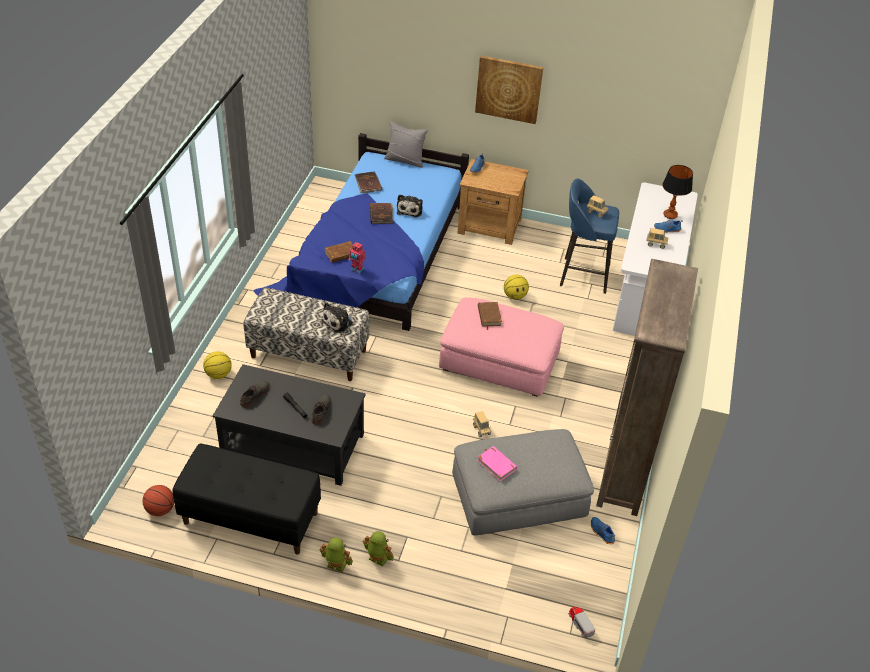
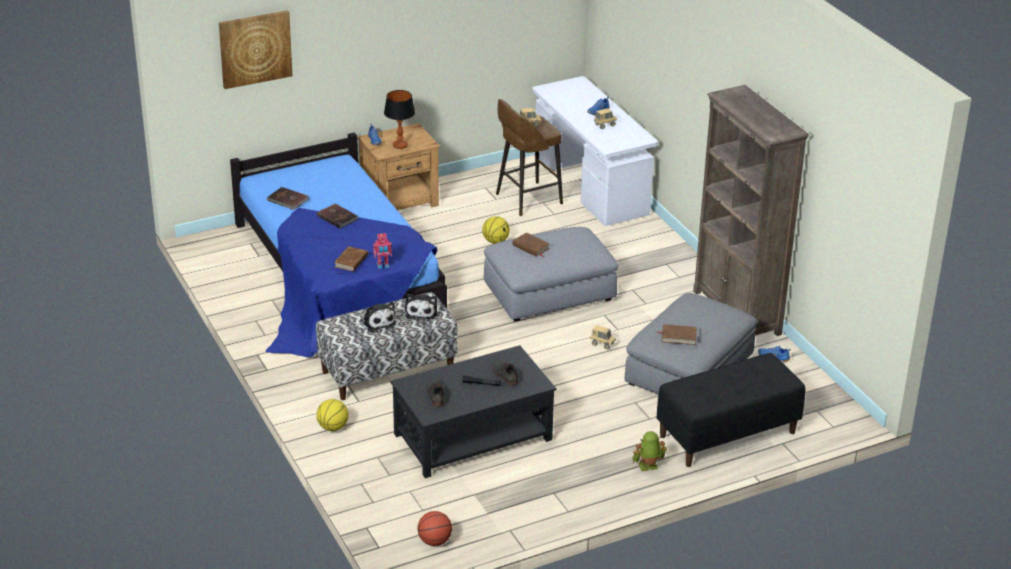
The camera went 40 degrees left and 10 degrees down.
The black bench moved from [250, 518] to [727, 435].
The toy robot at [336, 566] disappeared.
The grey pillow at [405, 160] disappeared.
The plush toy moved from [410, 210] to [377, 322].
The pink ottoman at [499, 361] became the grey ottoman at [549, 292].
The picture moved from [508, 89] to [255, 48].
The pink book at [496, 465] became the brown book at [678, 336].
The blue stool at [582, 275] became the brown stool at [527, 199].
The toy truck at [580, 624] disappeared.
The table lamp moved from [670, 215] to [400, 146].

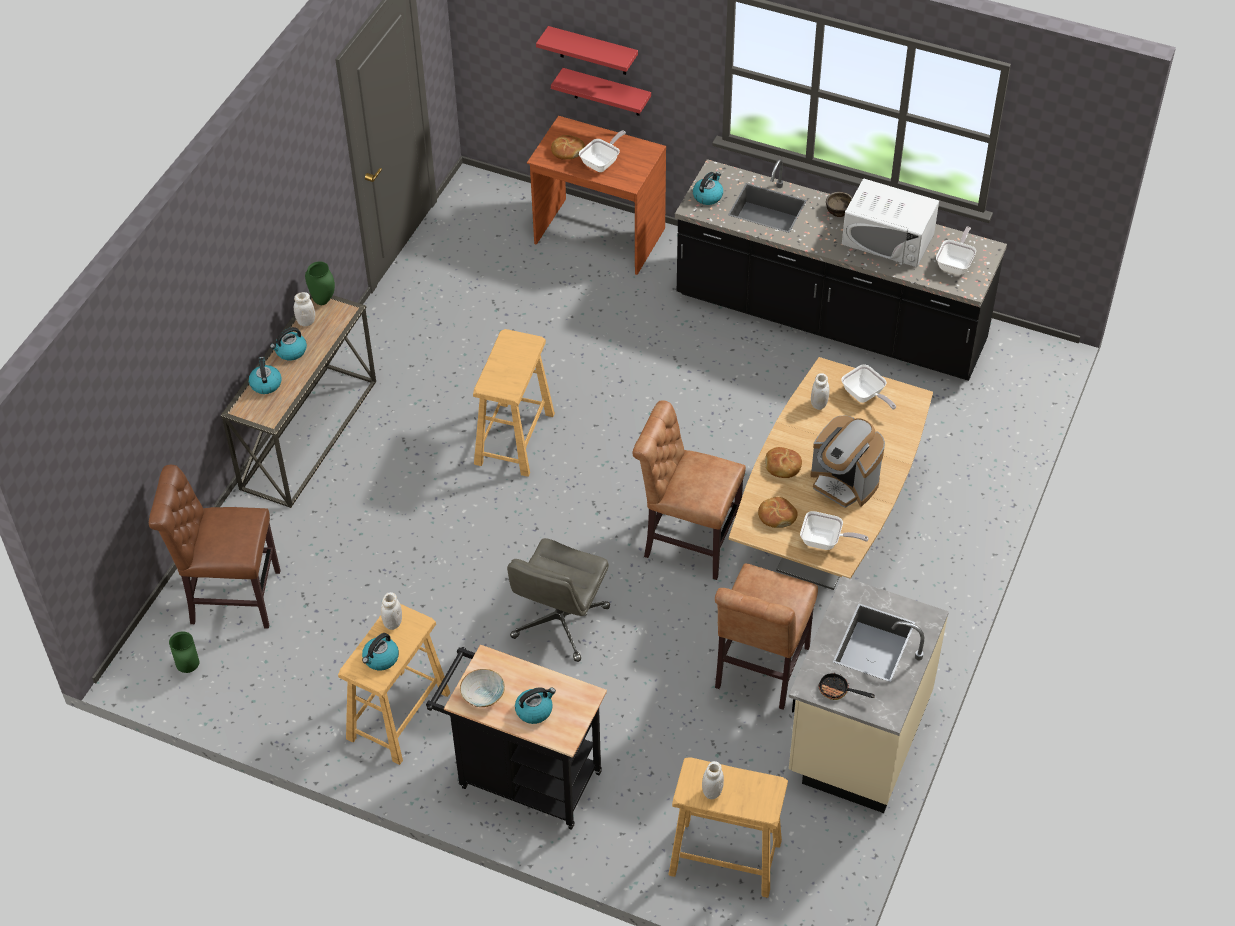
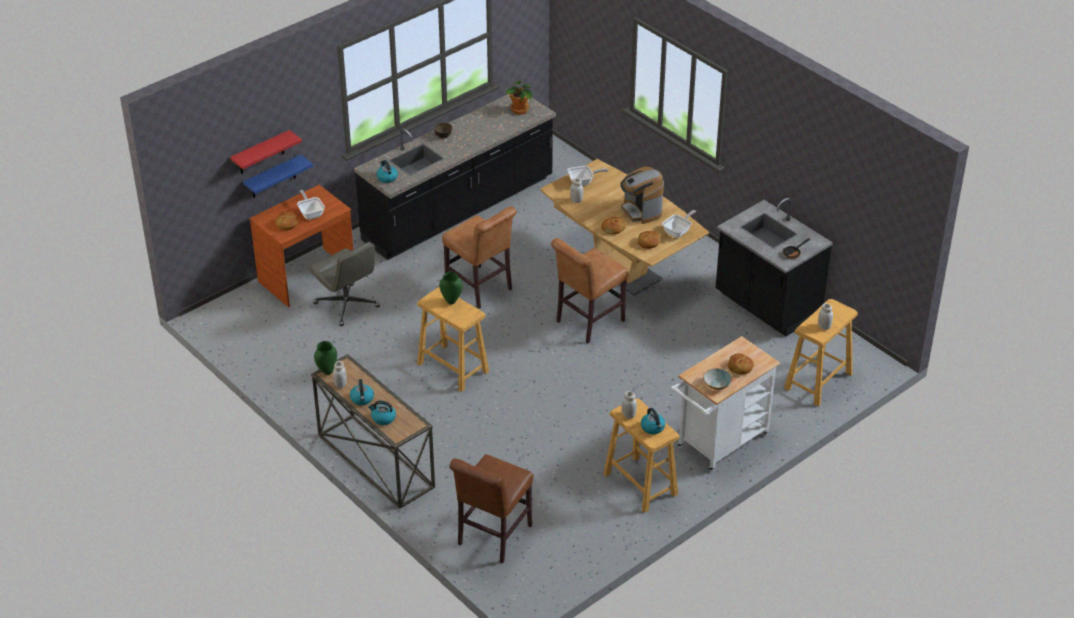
The camera went 65 degrees left and 10 degrees down.
The green vase moved from [189, 668] to [451, 301].
The black cart at [522, 778] became the white cart at [718, 444].
The grey office chair moved from [560, 623] to [347, 305].
The kettle at [534, 710] was replaced by the bread at [740, 367].
The red shelf at [607, 92] became the blue shelf at [273, 177].
The brown chair moved from [759, 672] to [481, 289].
The beige counter at [857, 736] became the black counter at [766, 306].
The coffee machine at [844, 483] turned 90 degrees clockwise.
The white microwave at [888, 239] disappeared.
The frying pan at [956, 264] was replaced by the potted plant at [519, 110].

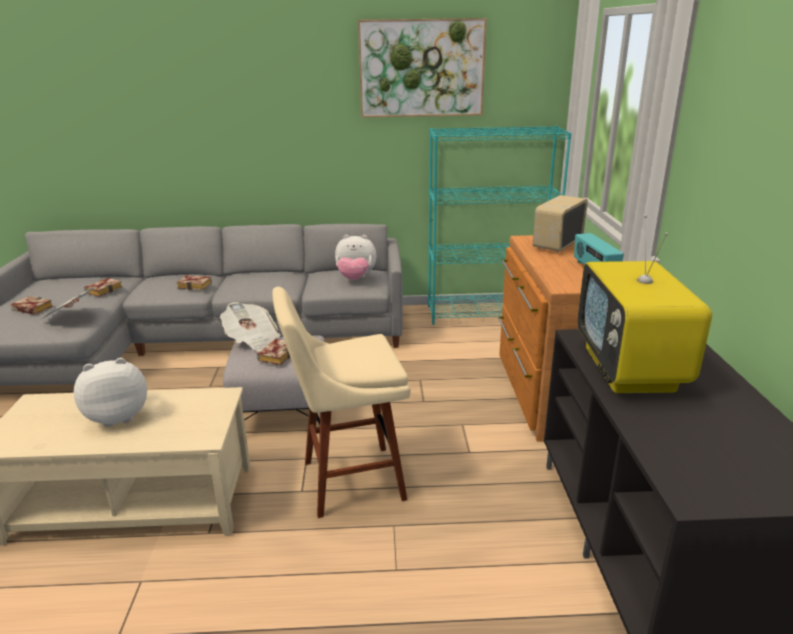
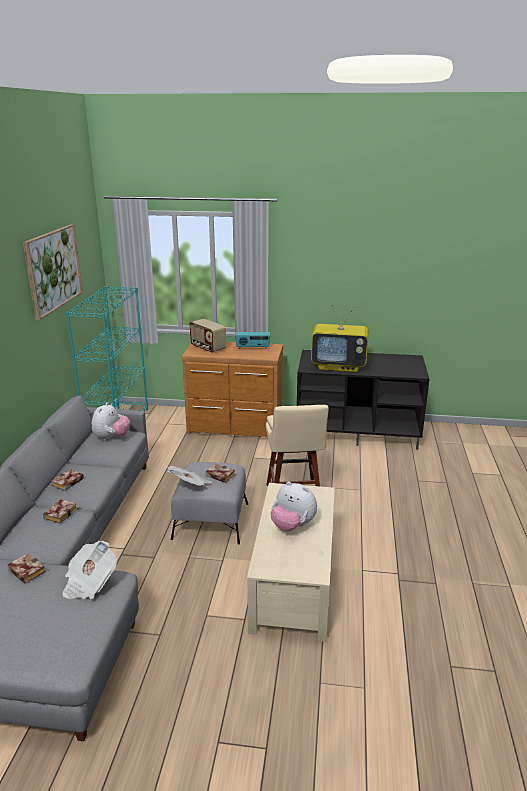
The camera went 80 degrees left and 0 degrees up.
The book moved from [30, 309] to [67, 483].
The plush toy at [118, 416] turned 45 degrees counterclockwise.

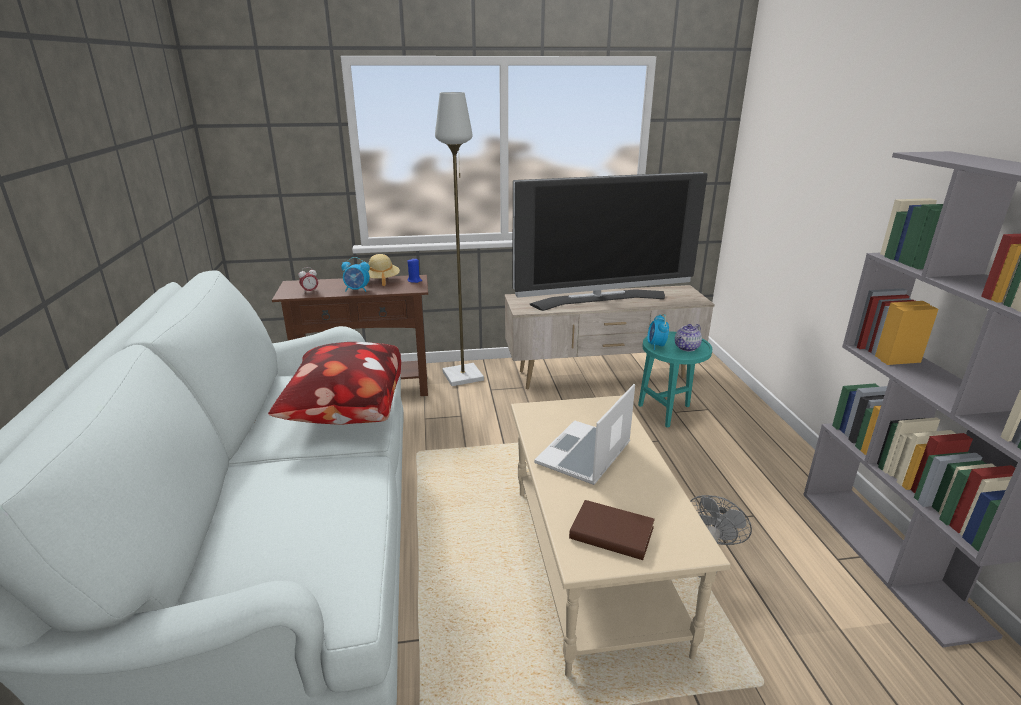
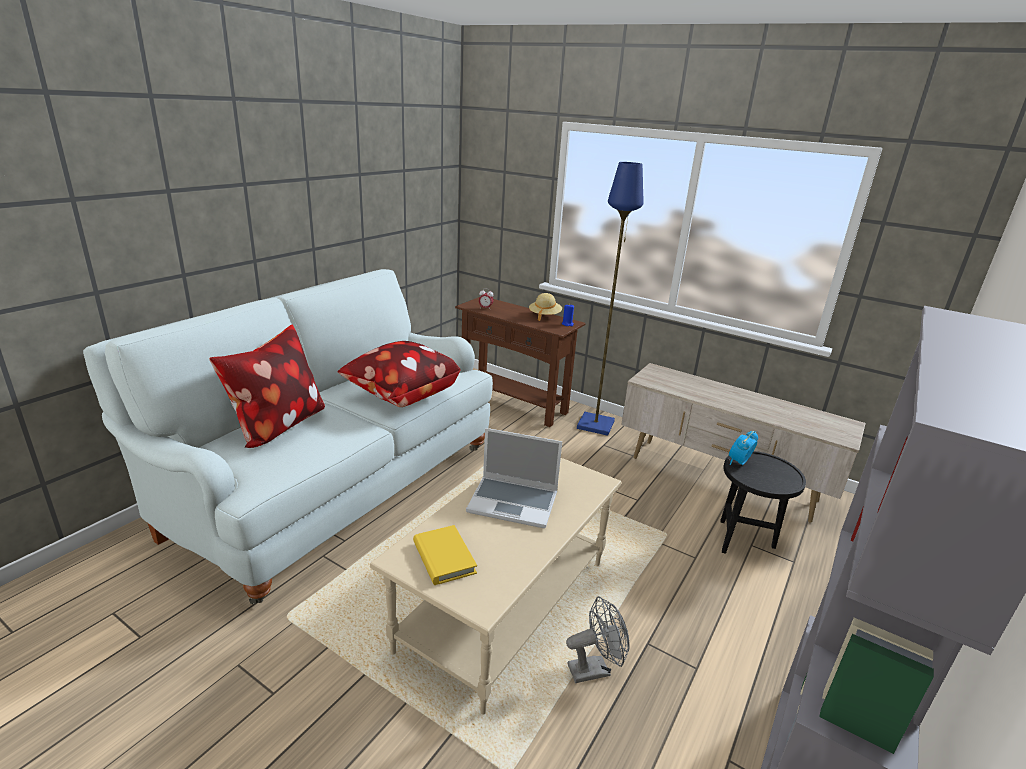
The camera went 40 degrees right and 0 degrees up.
The alarm clock at [357, 290] disappeared.
The grey floor lamp at [463, 375] became the blue floor lamp at [596, 425].
The television at [600, 300] disappeared.
The laptop at [584, 455] turned 150 degrees counterclockwise.
The brown book at [611, 533] became the yellow book at [444, 557].
The turquoise side table at [668, 411] became the black side table at [744, 541].
The teapot at [687, 348] disappeared.
The pillow at [277, 426] appeared.

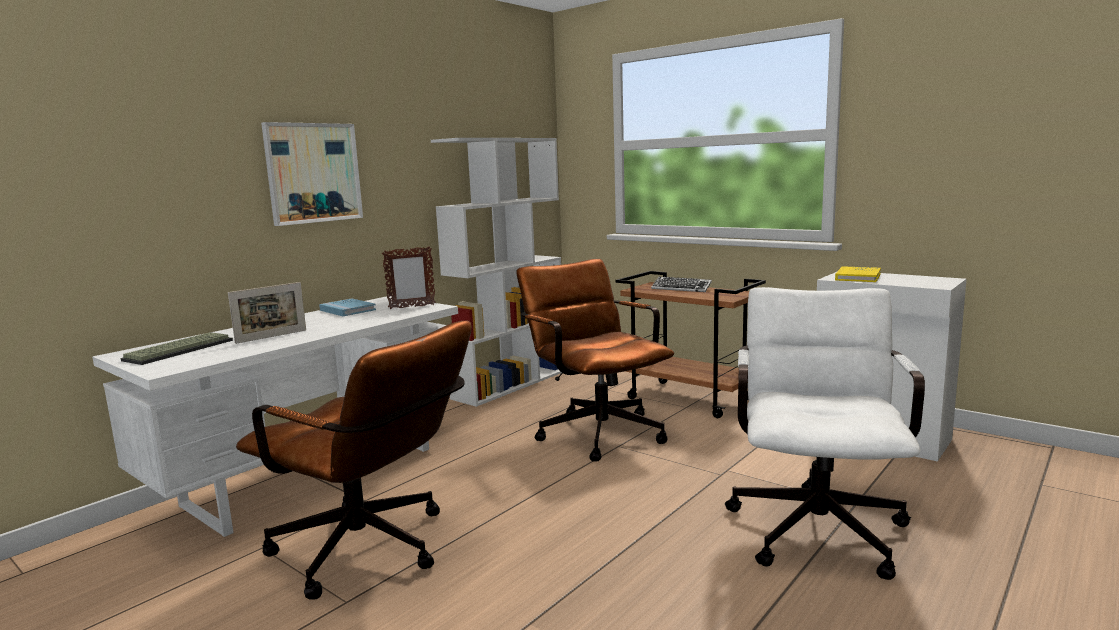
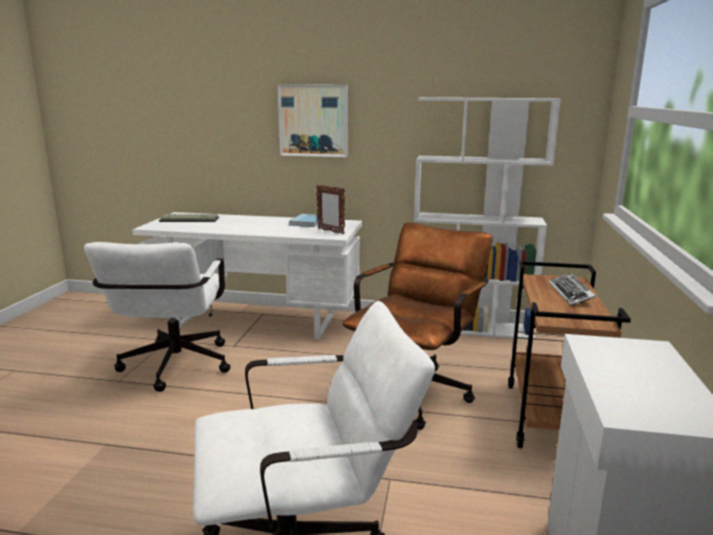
The camera went 60 degrees right and 5 degrees up.
The picture frame at [271, 336] disappeared.
The brown office chair at [372, 552] became the white office chair at [173, 369].
The yellow book at [858, 277] disappeared.

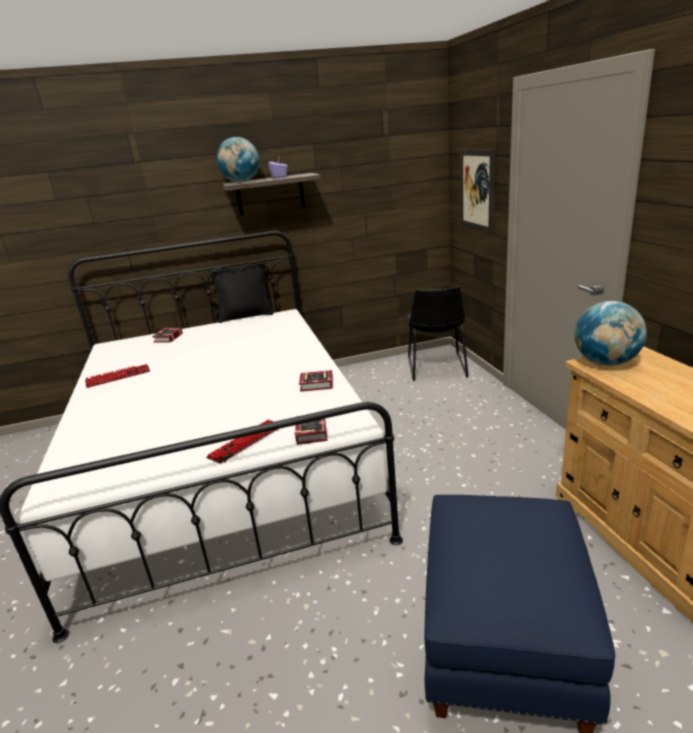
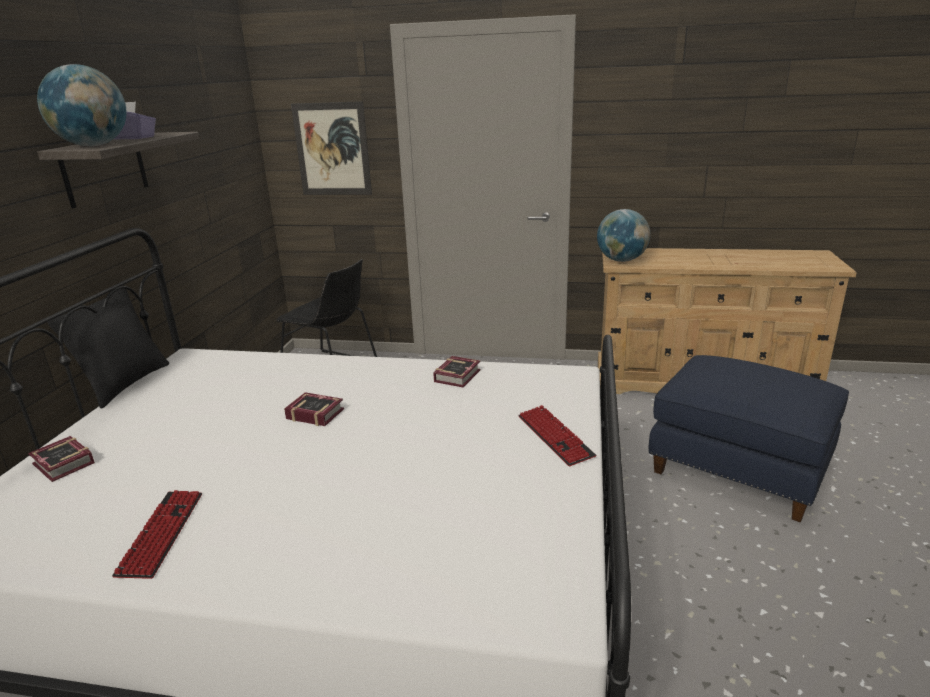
The camera went 65 degrees left and 0 degrees up.
The book moved from [312, 431] to [314, 413].

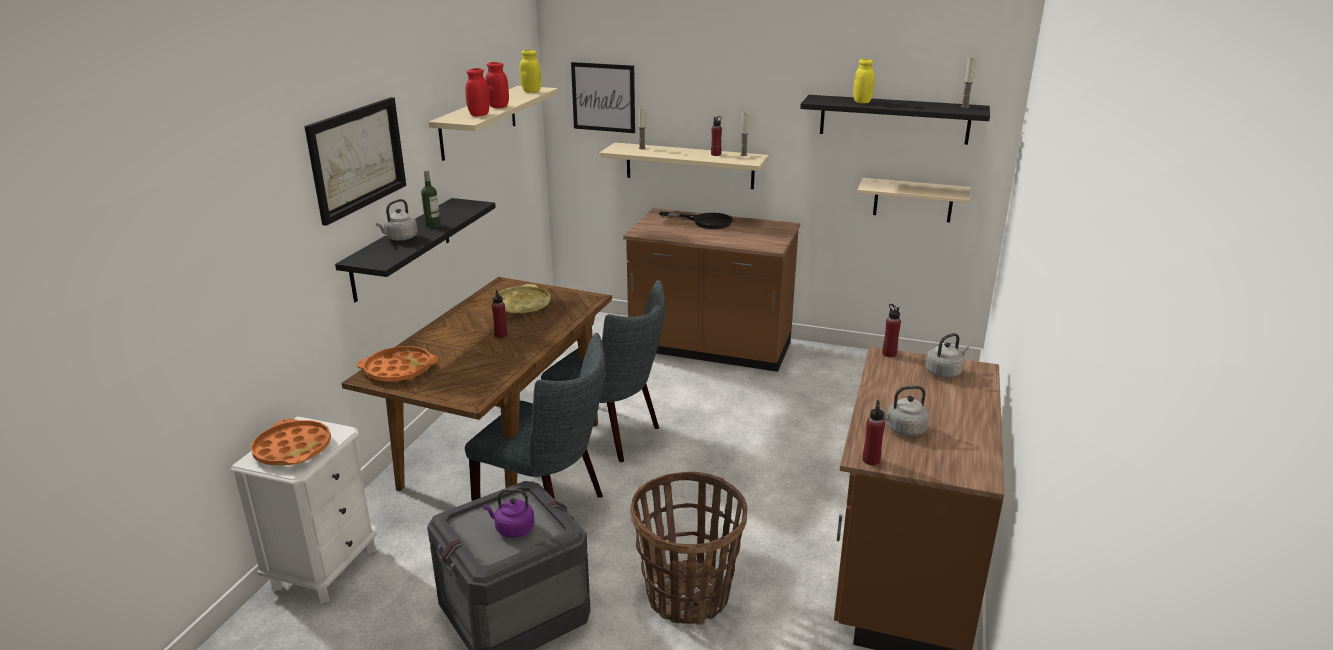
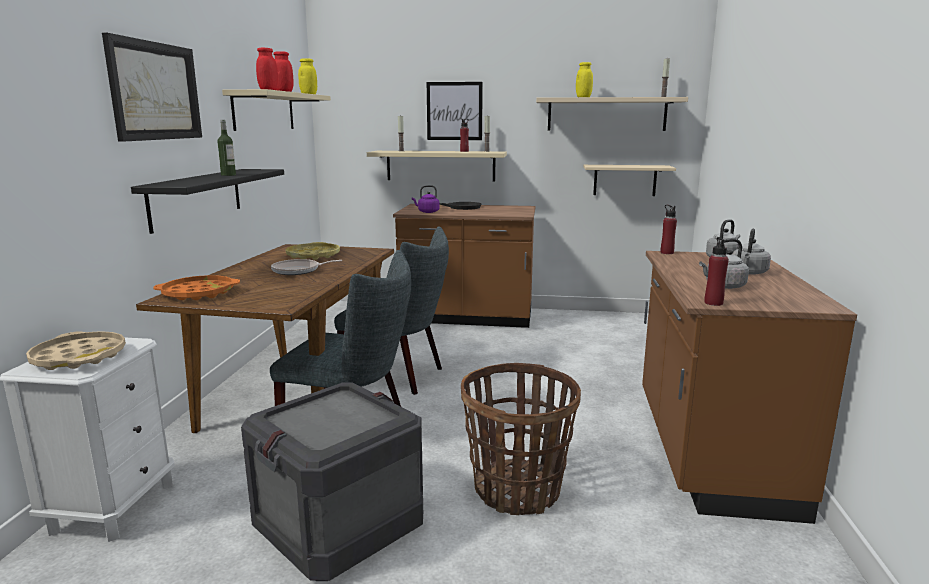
The camera went 10 degrees left and 10 degrees down.
The orange tray at [293, 449] became the beige tray at [79, 357].
The grey kettle moved from [400, 238] to [748, 273].
The purple kettle moved from [512, 529] to [427, 212].
The red bottle at [501, 335] was replaced by the frying pan at [298, 271].
The picture moved from [603, 97] to [454, 111].
The black shelf at [894, 119] became the beige shelf at [606, 114].

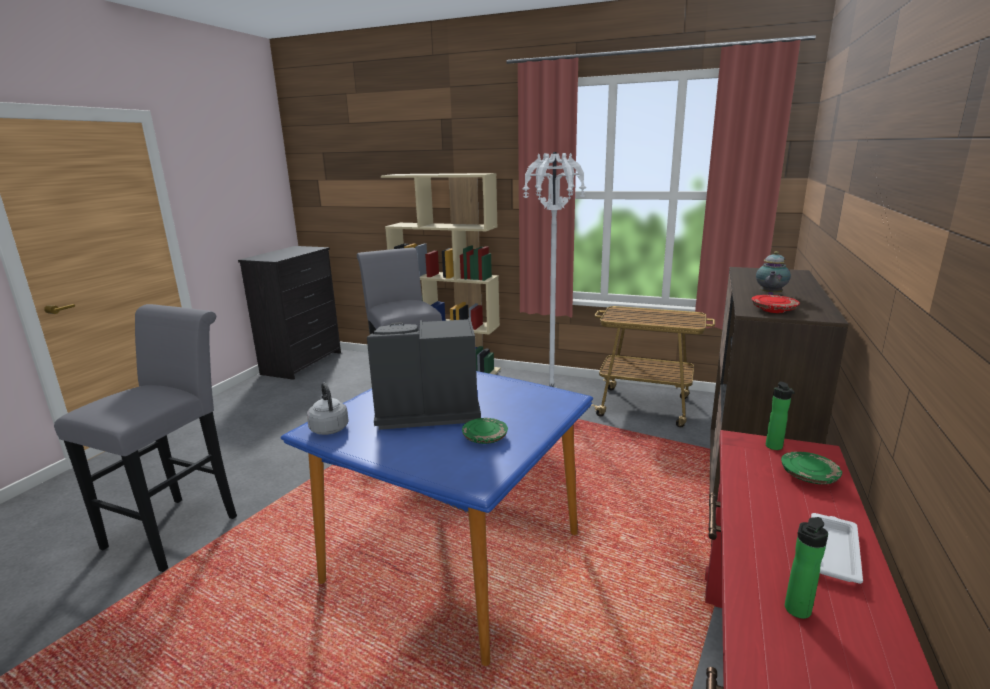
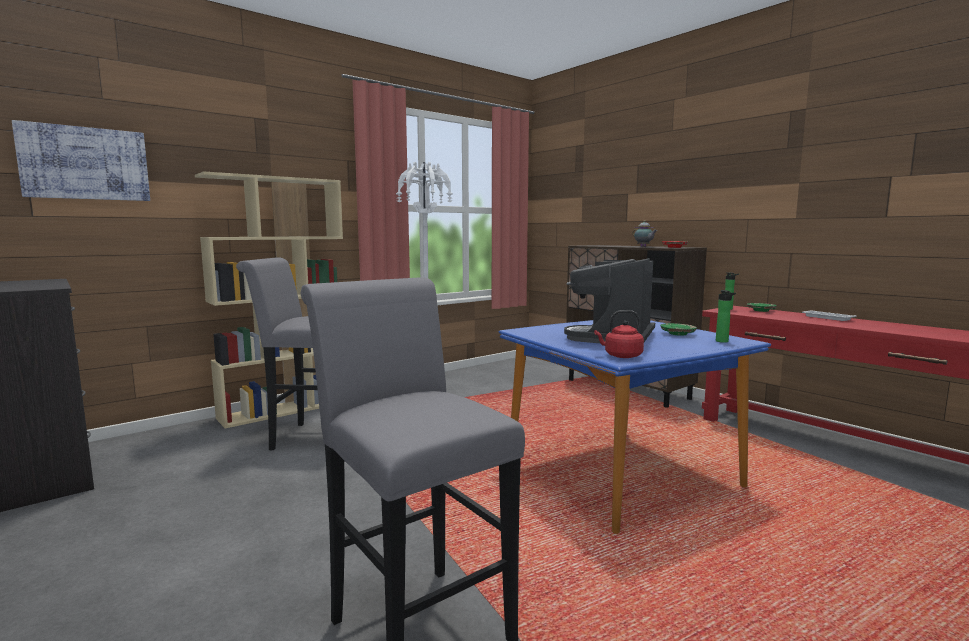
The camera went 60 degrees left and 10 degrees down.
The grey kettle at [329, 428] became the red kettle at [621, 356].
The cart at [646, 407] disappeared.
The bottle moved from [796, 612] to [723, 341].
The picture at [85, 163] appeared.

